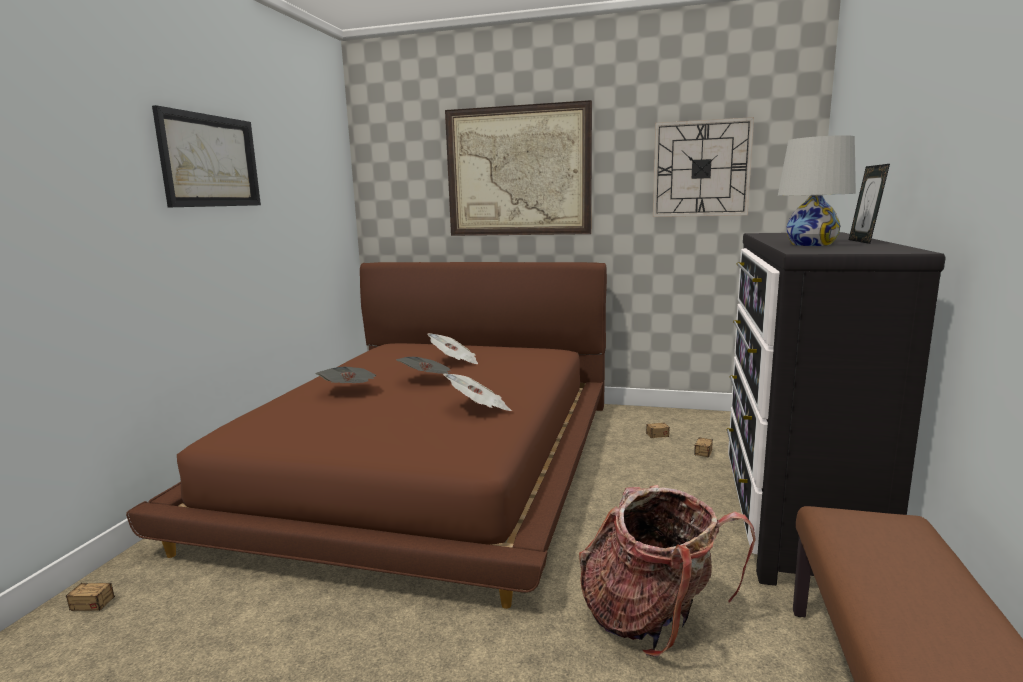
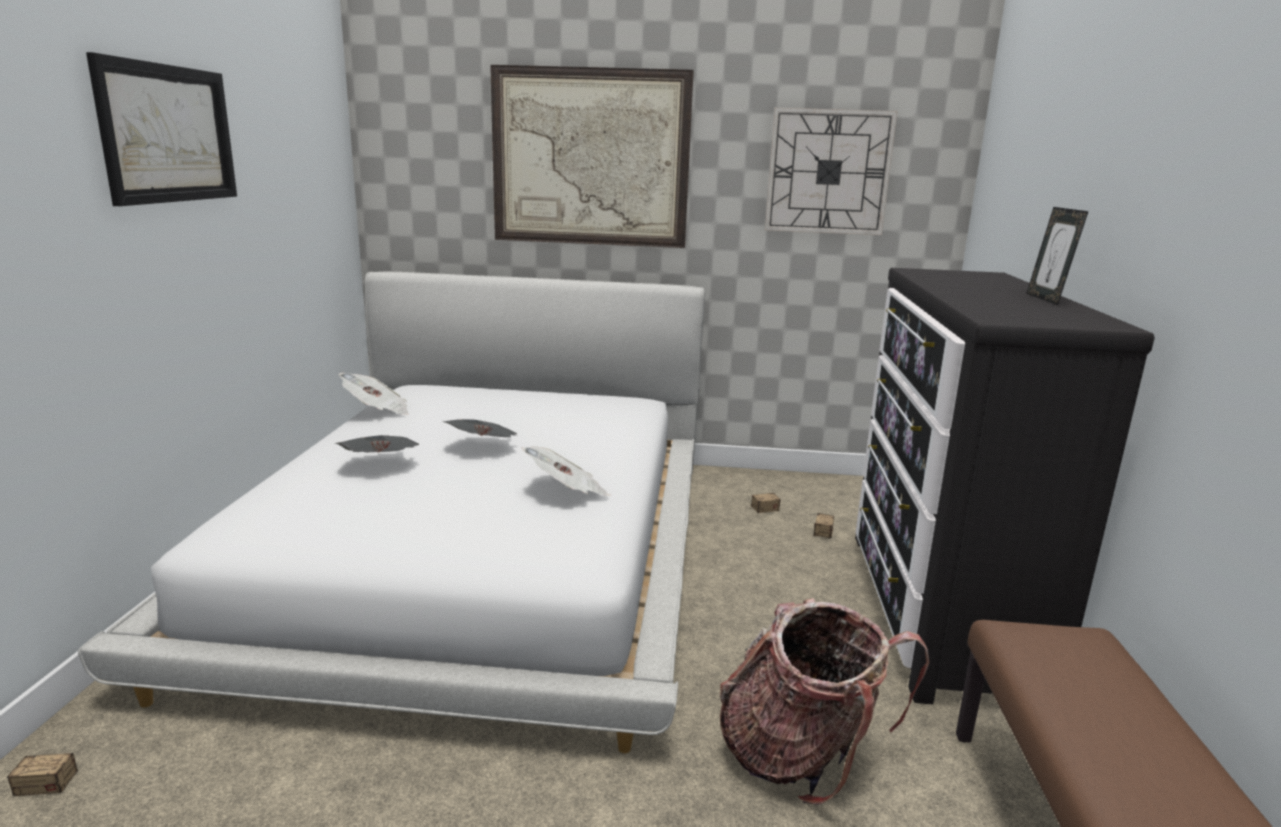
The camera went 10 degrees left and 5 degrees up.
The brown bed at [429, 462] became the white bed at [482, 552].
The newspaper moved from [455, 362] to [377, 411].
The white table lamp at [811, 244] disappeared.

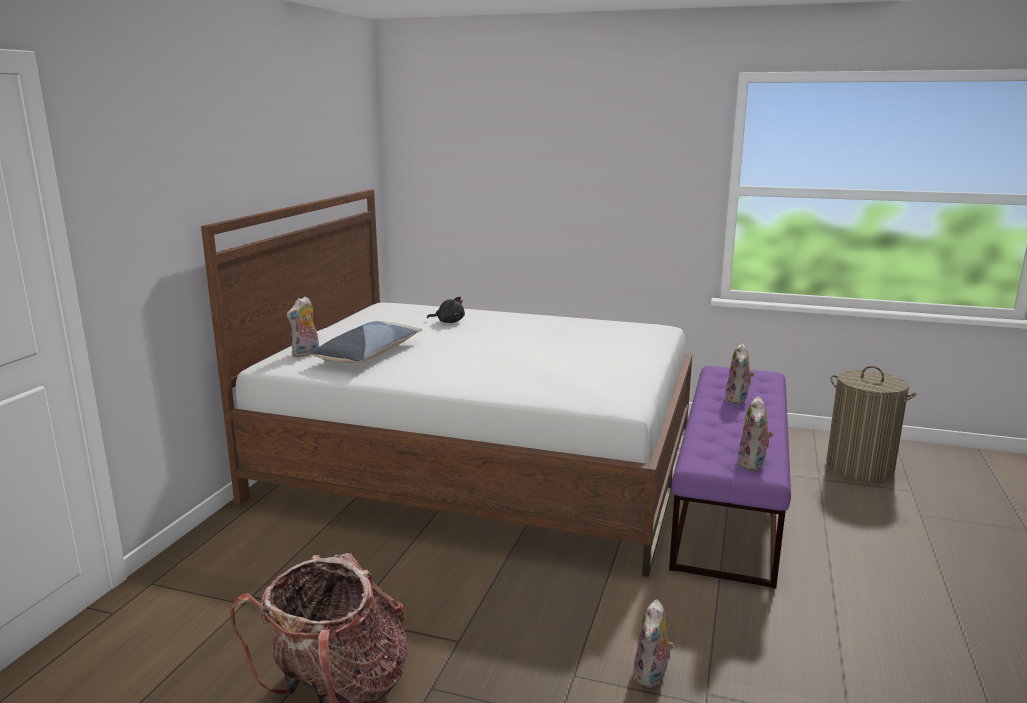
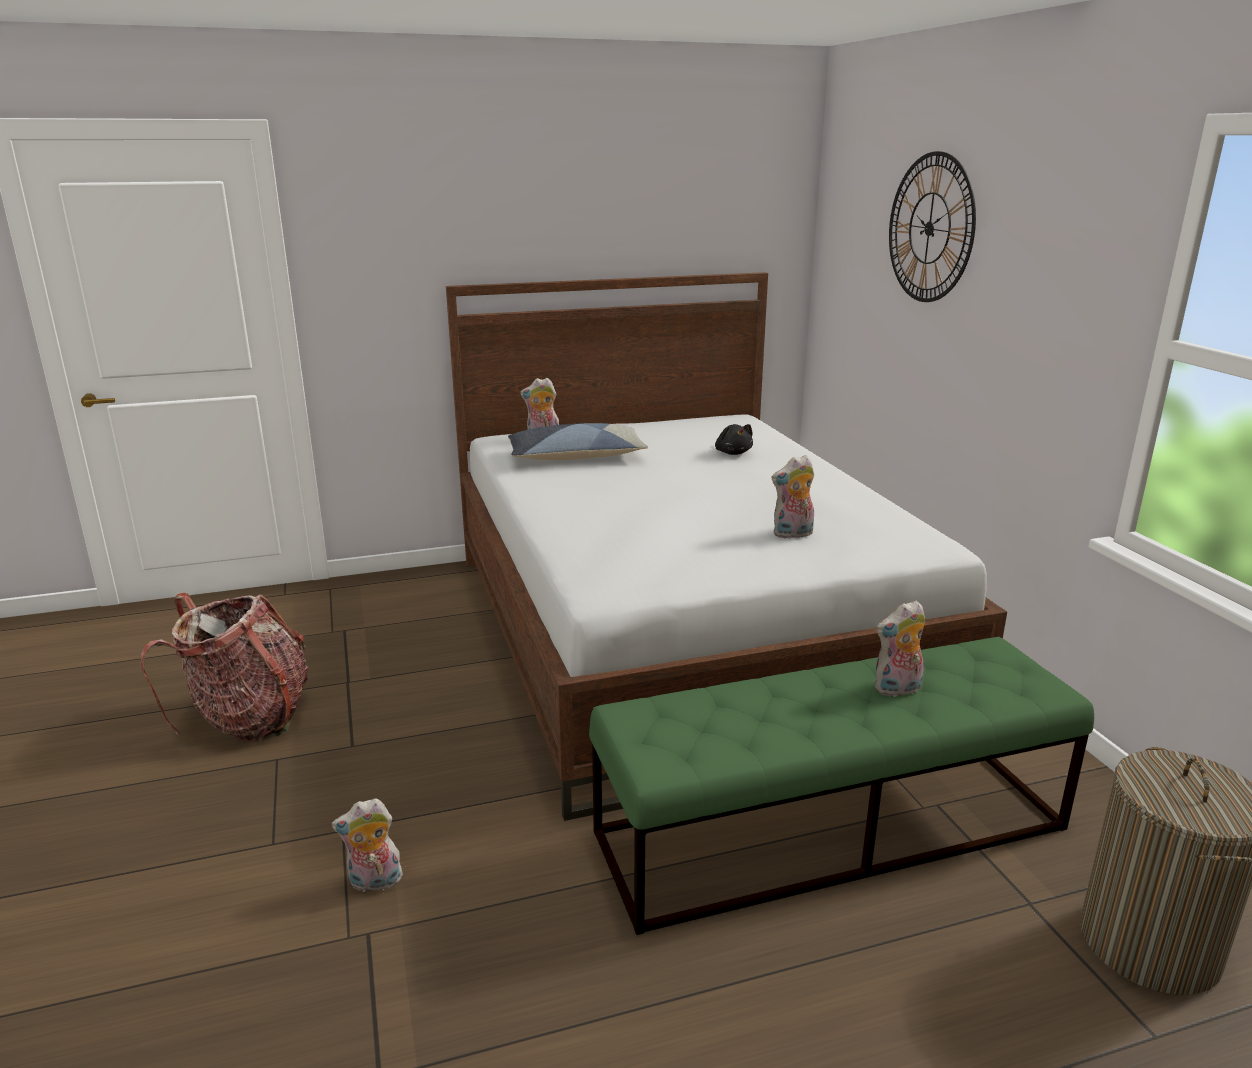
The camera went 55 degrees right and 5 degrees up.
The purple bench at [729, 500] became the green bench at [832, 830].
The plush toy moved from [753, 464] to [792, 534].
The wall clock at [930, 228] appeared.

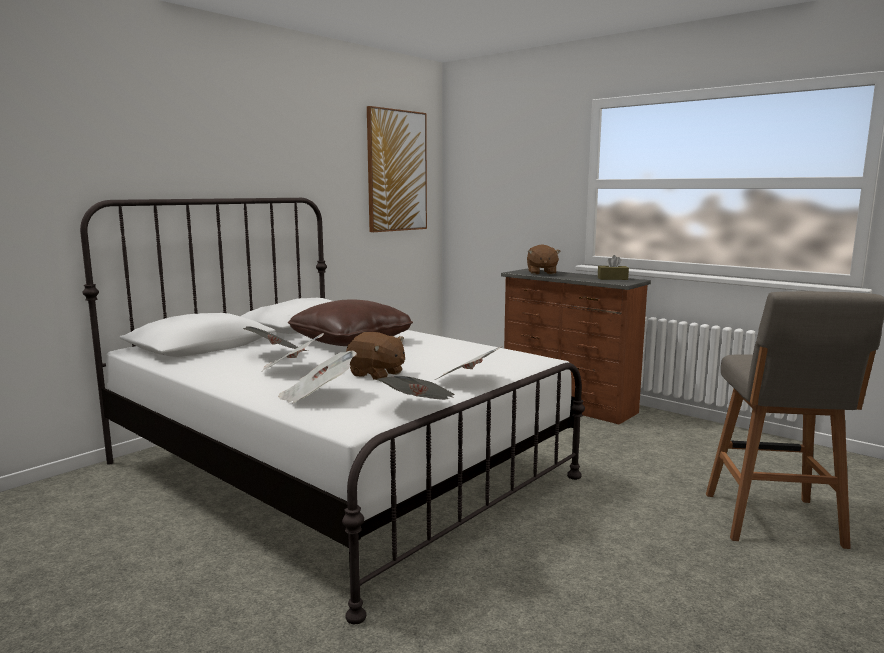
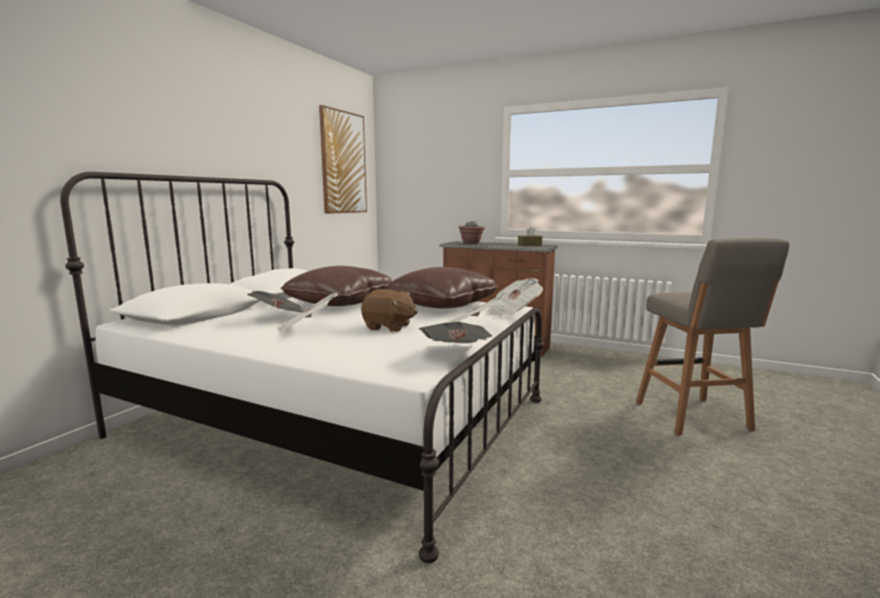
The camera went 15 degrees left and 0 degrees up.
The newspaper moved from [317, 397] to [512, 311].
The brown plush toy at [541, 273] was replaced by the potted plant at [471, 243].
The brown pillow at [442, 304] appeared.

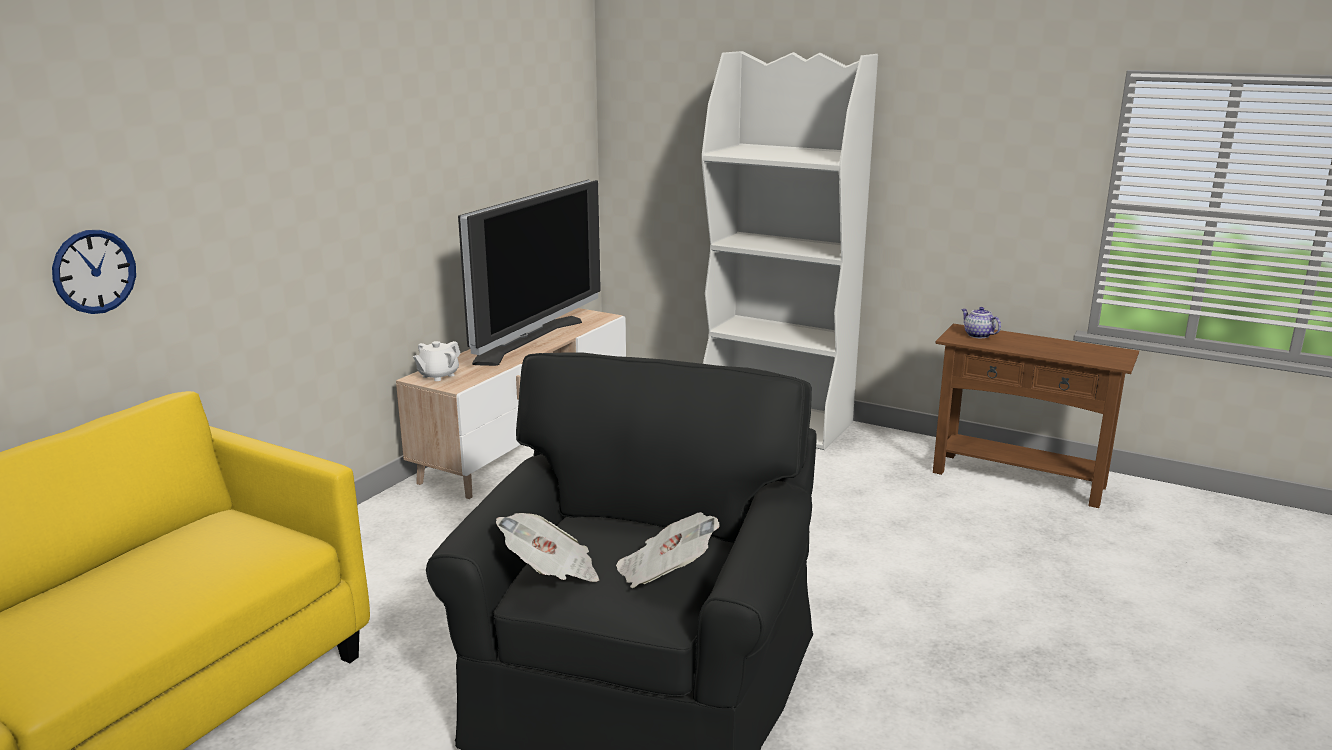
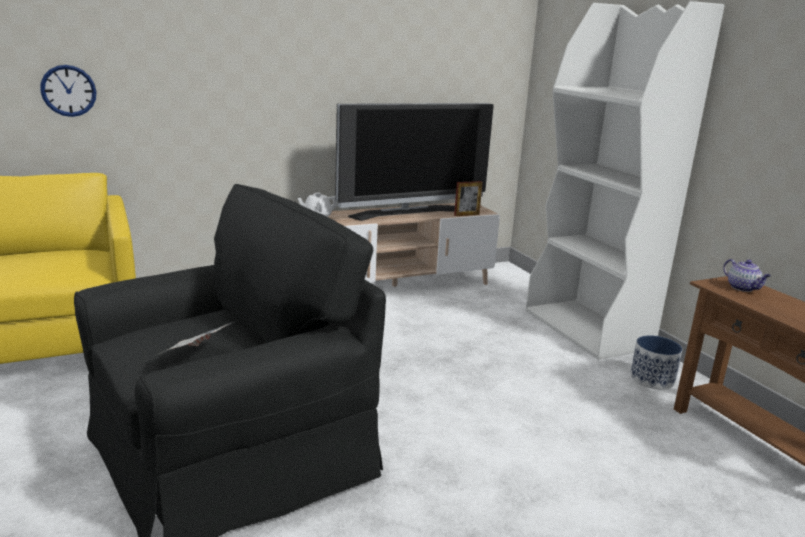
The camera went 35 degrees right and 0 degrees up.
The newspaper at [551, 572] disappeared.
The teapot at [977, 335] turned 150 degrees clockwise.
The picture frame at [466, 215] appeared.
The planter at [652, 379] appeared.

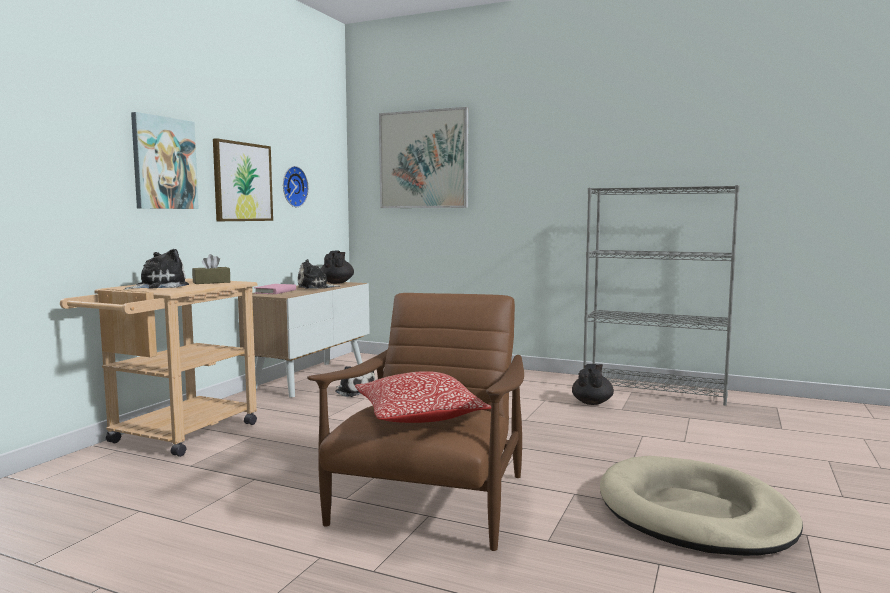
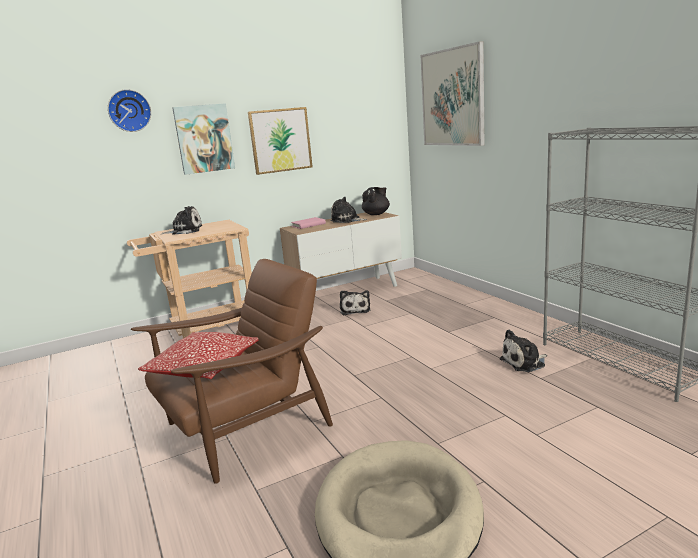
The camera went 40 degrees right and 10 degrees up.
The brown tissue box at [211, 282] disappeared.
The wall clock moved from [293, 186] to [129, 111].
The black teapot at [592, 402] was replaced by the plush toy at [524, 362].

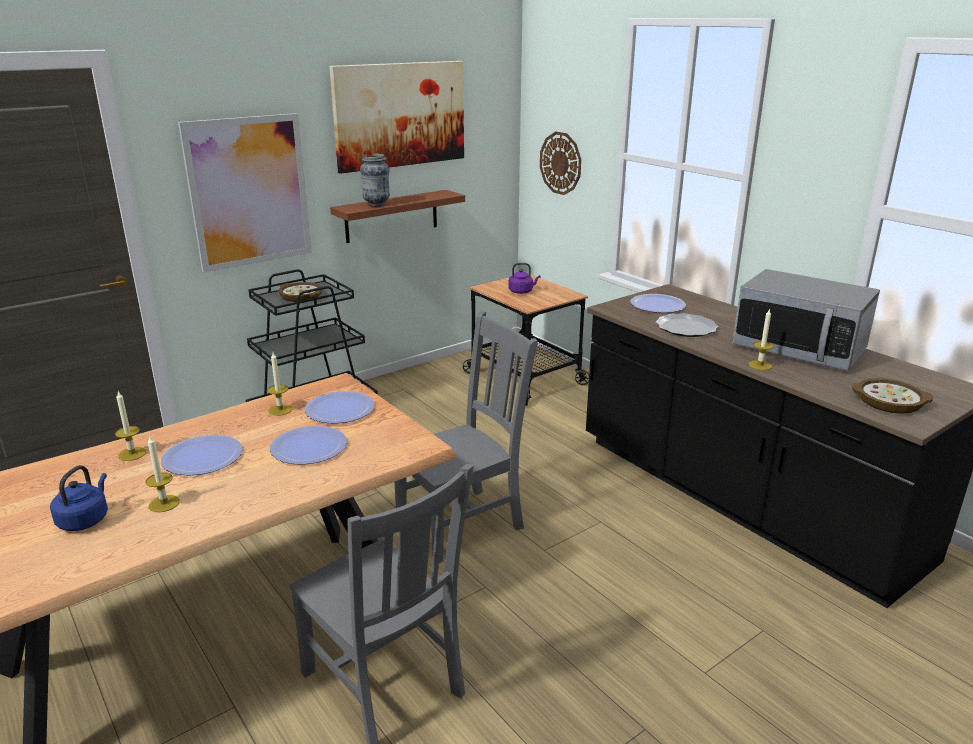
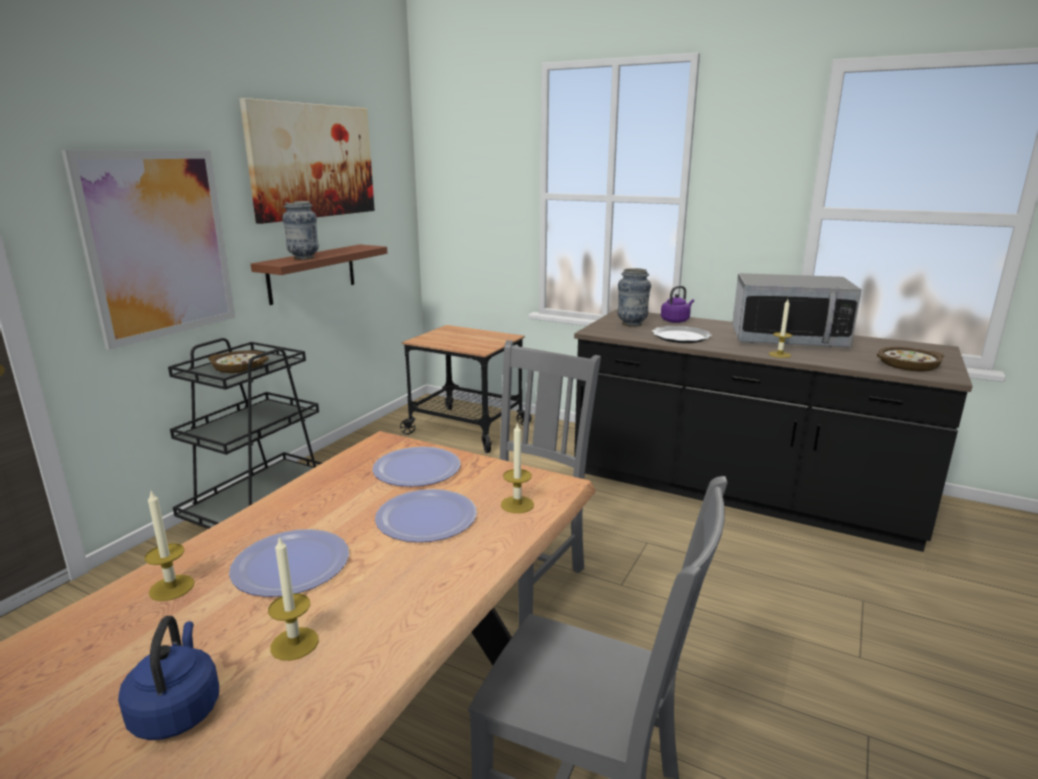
The camera went 25 degrees left and 5 degrees down.
The candle moved from [280, 410] to [517, 504].
The purple kettle moved from [522, 291] to [676, 320].
The wall clock at [560, 163] disappeared.
The plate at [657, 305] was replaced by the vase at [632, 324].

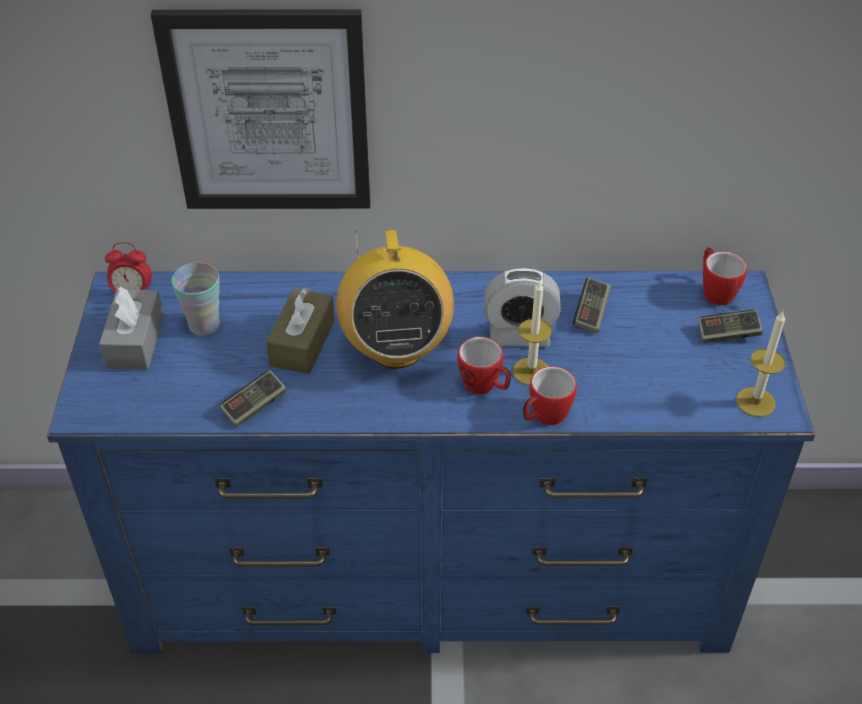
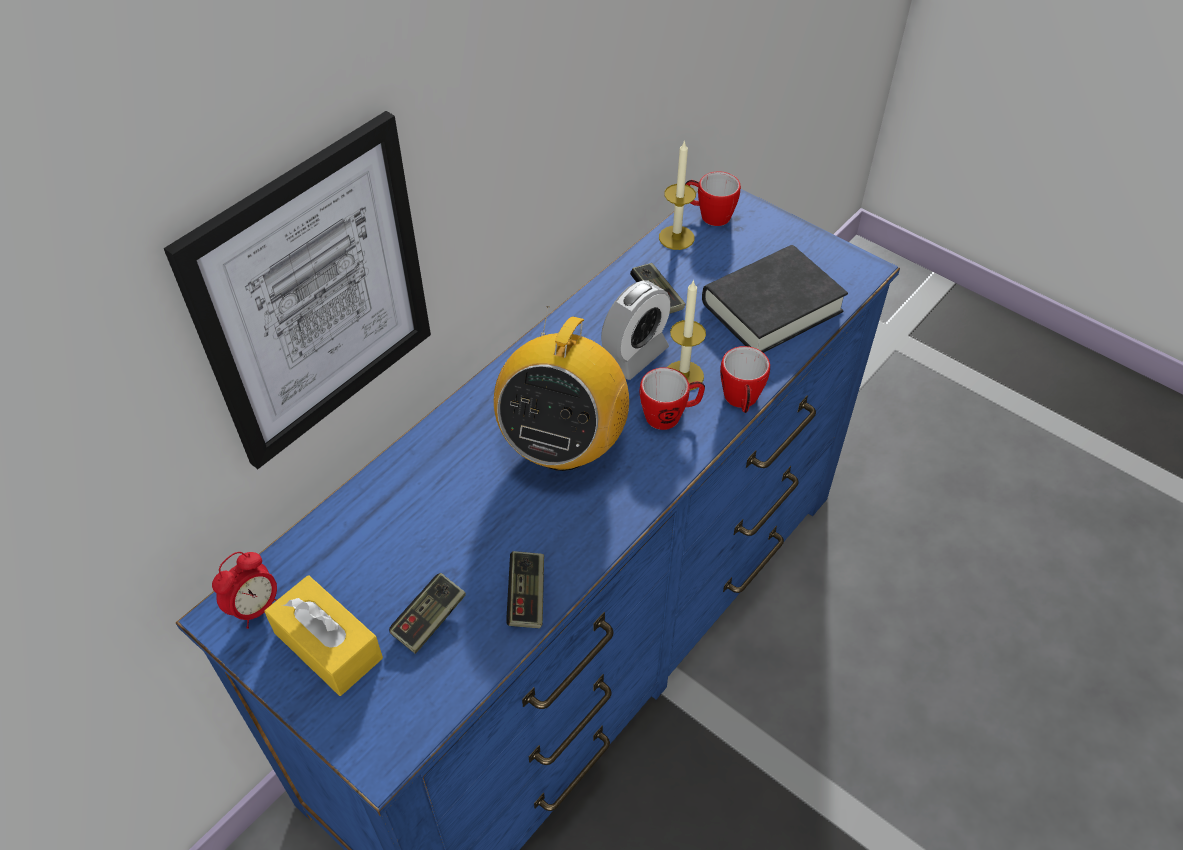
The camera went 50 degrees left and 5 degrees up.
The grey tissue box at [135, 341] became the yellow tissue box at [328, 645].
The cup at [204, 325] disappeared.
The brown tissue box at [302, 343] disappeared.
The radio at [396, 348] turned 75 degrees clockwise.
The game controller moved from [727, 334] to [429, 620].
The candle moved from [755, 402] to [676, 237].
The black book at [771, 307] appeared.

